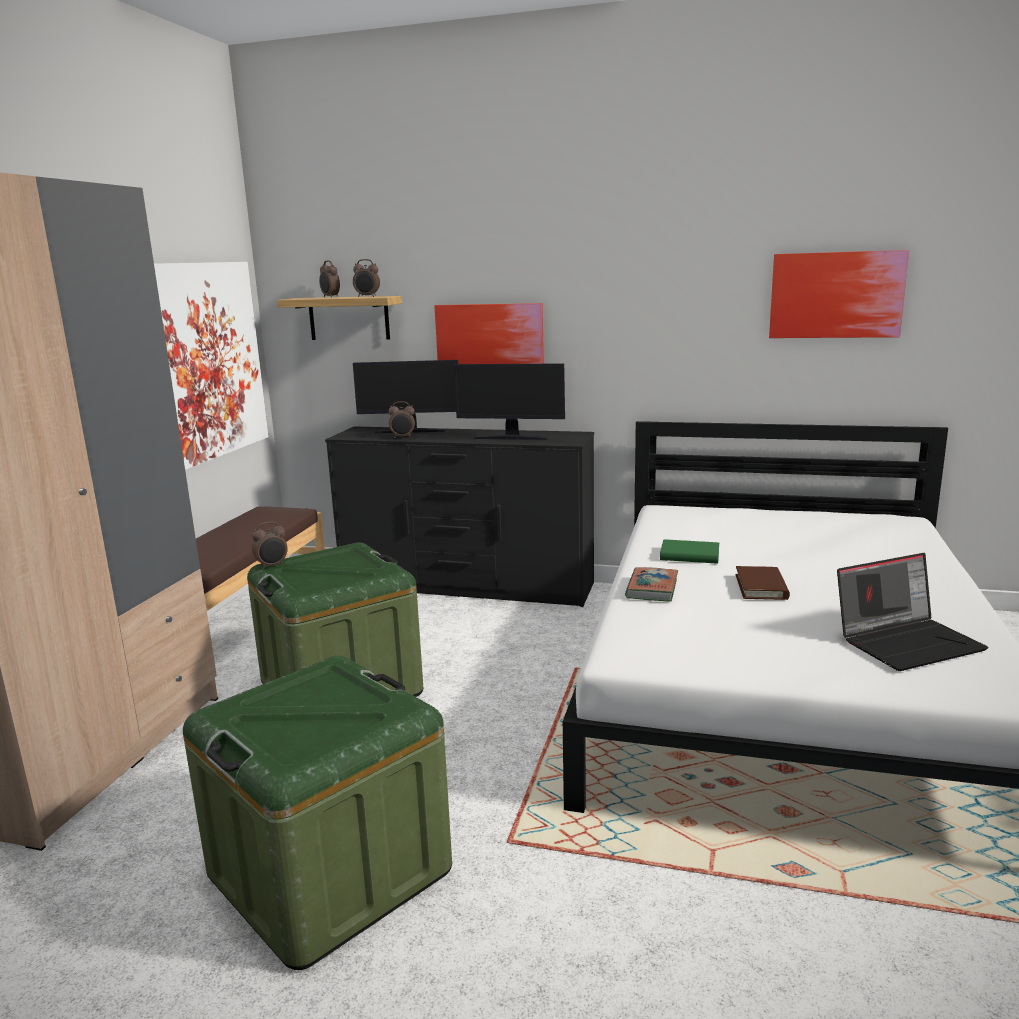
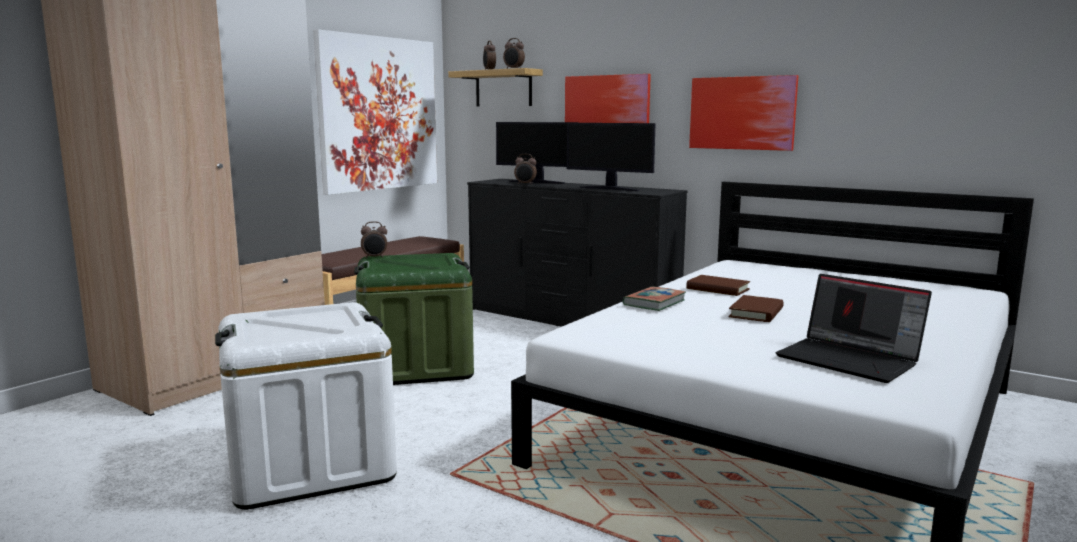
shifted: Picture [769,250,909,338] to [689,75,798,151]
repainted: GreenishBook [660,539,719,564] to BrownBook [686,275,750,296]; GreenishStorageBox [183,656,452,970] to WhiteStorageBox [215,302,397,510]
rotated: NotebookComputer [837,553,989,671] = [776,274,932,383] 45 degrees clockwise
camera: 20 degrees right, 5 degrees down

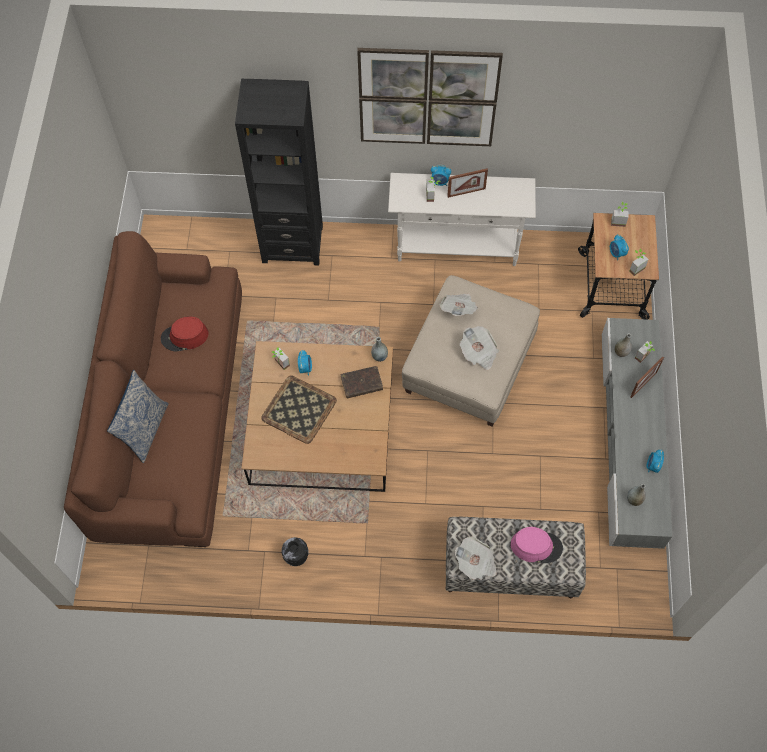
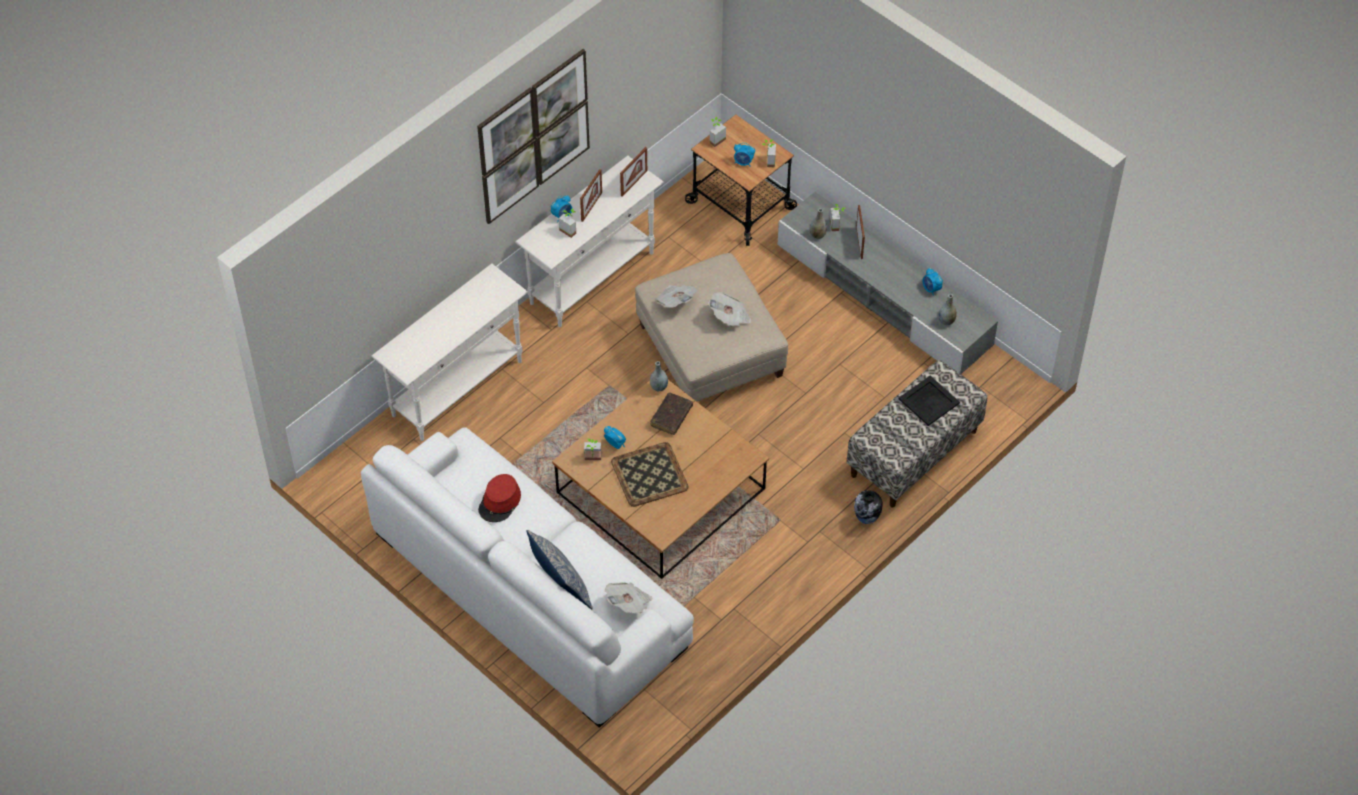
new: PictureFrame [620,147,647,196]
shifted: DecorativeVase [282,537,309,566] to [854,490,883,524]; Newspaper [455,537,497,580] to [605,582,653,613]
swapped: BlackishBookcase [235,79,323,266] to WhiteHallTable [372,263,528,441]; PinkishHat [511,527,563,563] to BlackishServingTray [899,376,960,426]
repainted: BrownSofa [64,231,242,547] to WhiteSofa [361,427,694,728]
camera: 50 degrees left, 10 degrees down

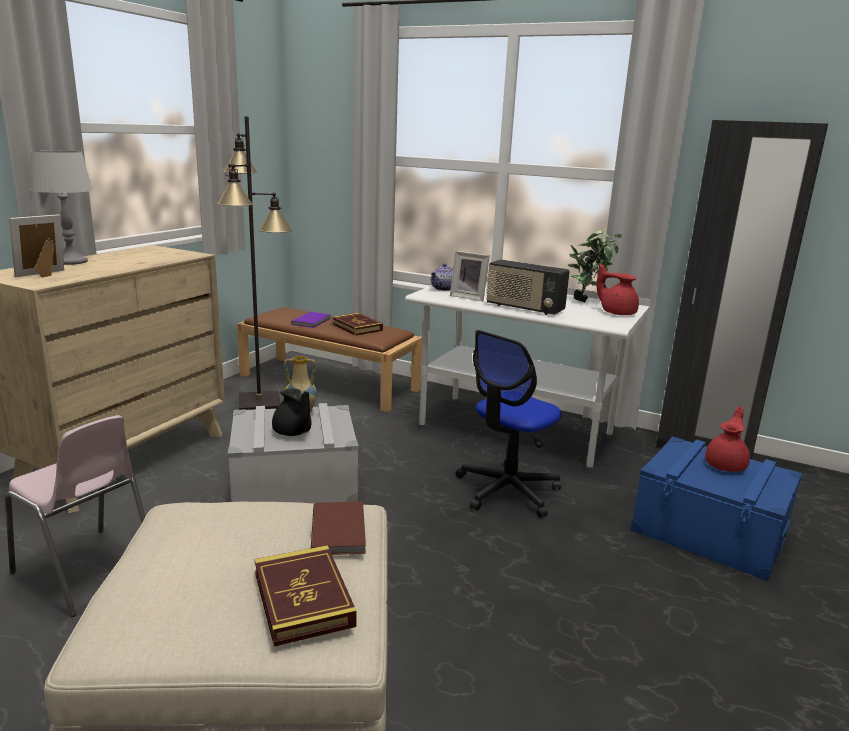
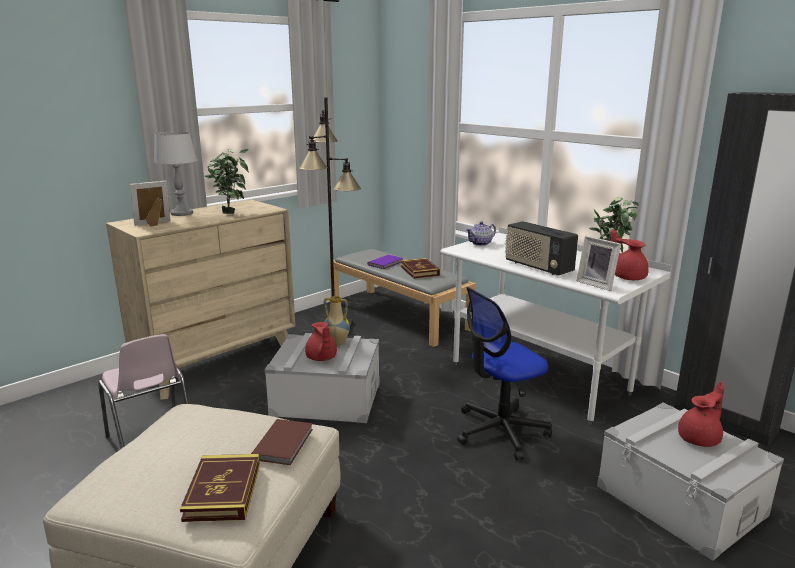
new: PottedPlant [204,149,249,214]
shifted: PictureFrame [450,251,490,301] to [577,236,621,291]
repainted: BrownIndoorBench [237,307,422,412] to GreyIndoorBench [330,249,476,347]; BlackishTeaPot [272,388,311,436] to ReddishTeaPot [305,322,337,361]; BluishStorageBox [630,437,803,582] to GreyStorageBox [597,403,784,561]
camera: 20 degrees right, 0 degrees up

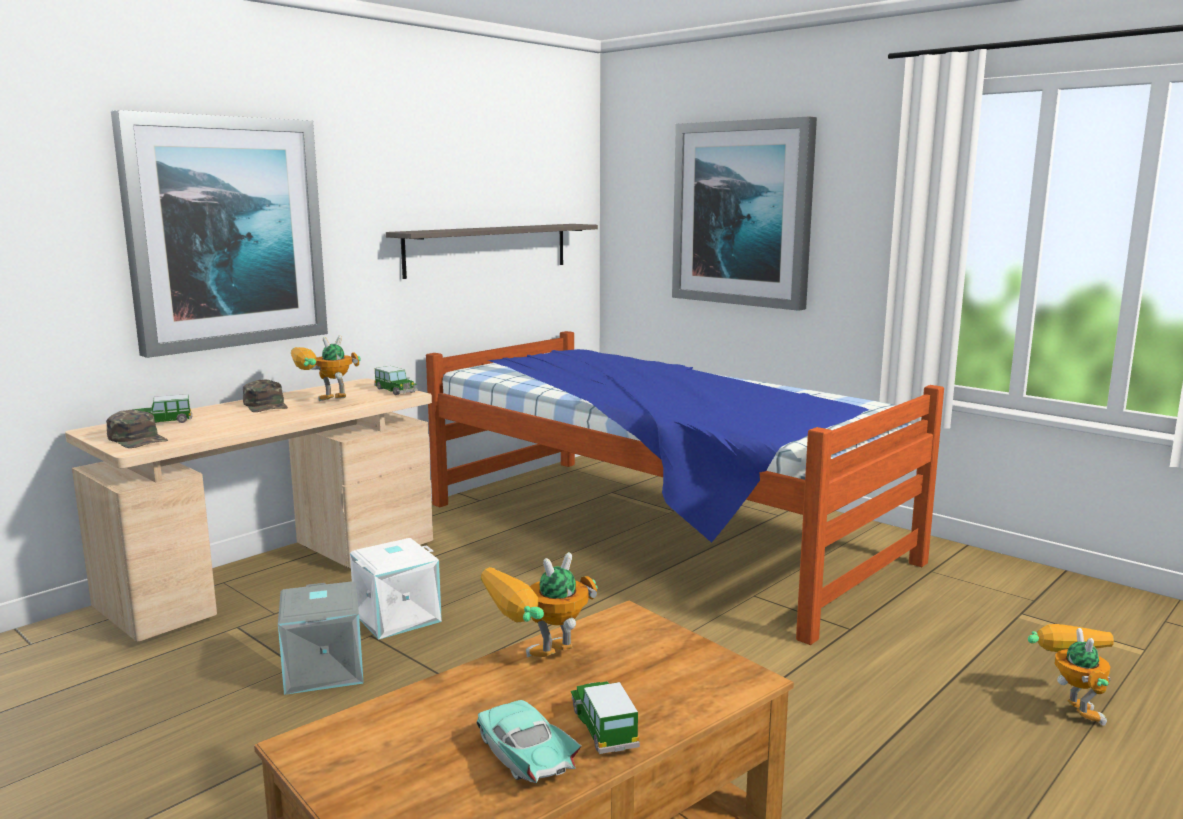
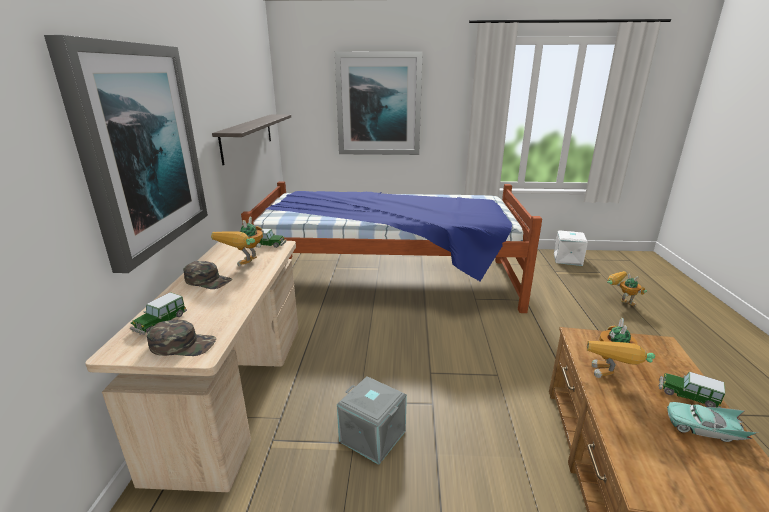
shifted: WhiteStorageBox [350,538,442,640] to [554,231,588,266]
camera: 40 degrees left, 10 degrees up

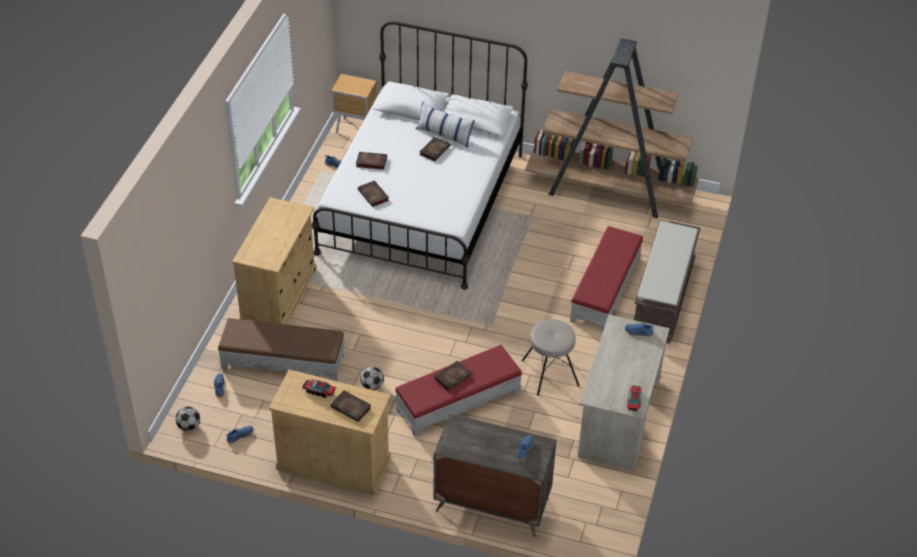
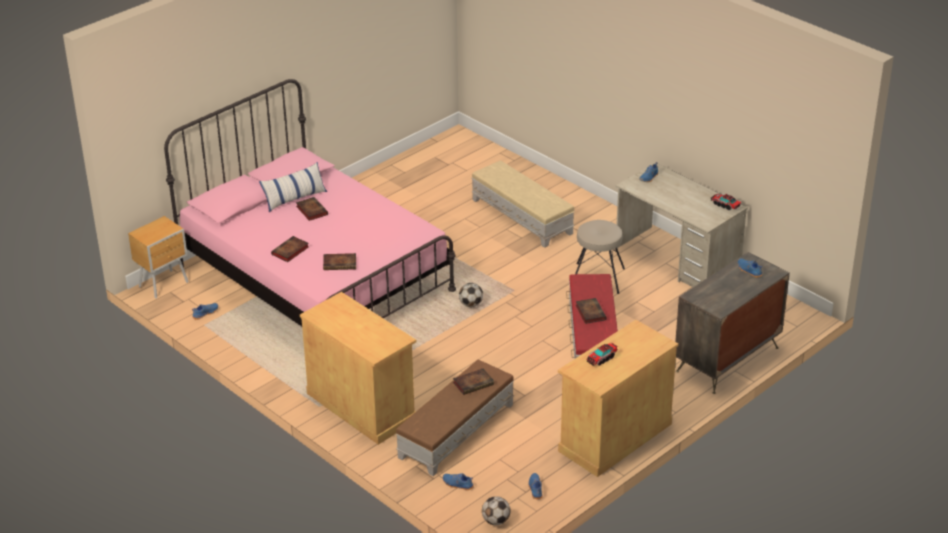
gone: BrownBookcase [525,38,699,218]; BrownIndoorBench [634,220,700,343]
shifted: Football [360,366,384,390] to [459,283,483,307]; Book [330,390,371,422] to [453,369,494,395]
repainted: WhiteBed [312,21,528,290] to PinkishBed [164,79,456,326]; ReddishFootrest [570,226,643,332] to BeigeFootrest [472,160,575,248]
camera: 60 degrees left, 10 degrees down

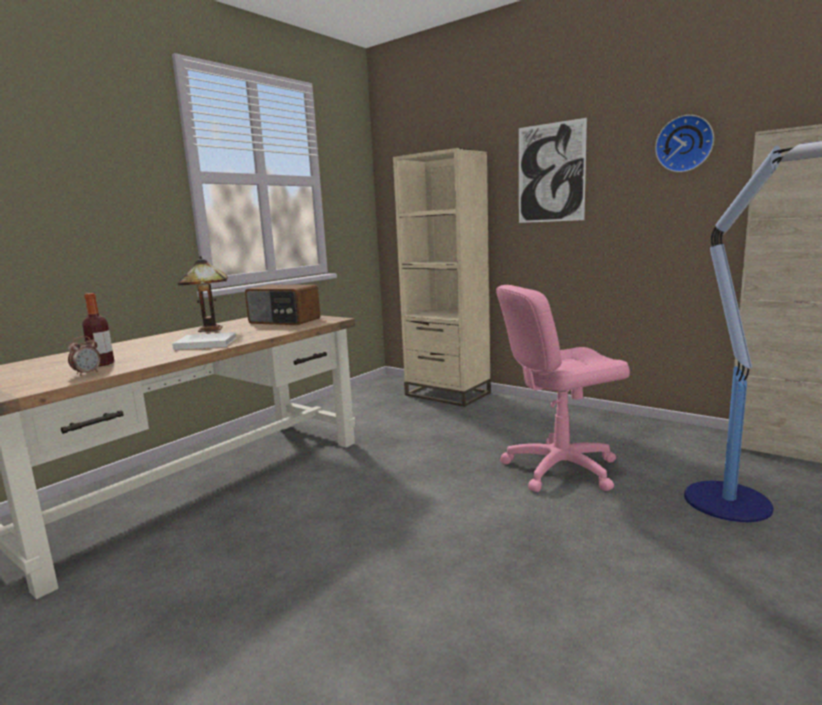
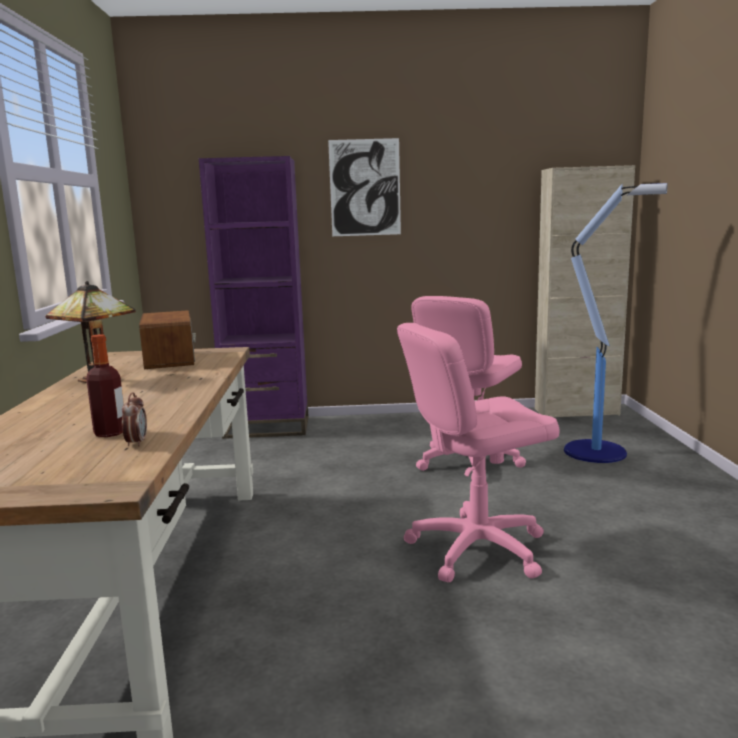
gone: HangingClock [655,115,714,172]; WhiteBook [172,332,237,350]
new: PinkishDeskChair [397,323,559,582]
repainted: BeigeBookcase [393,148,491,407] to PurplishBookcase [199,156,309,439]
rotated: RadioSet [245,284,320,325] = [139,310,196,369] 90 degrees counterclockwise
camera: 40 degrees left, 0 degrees up

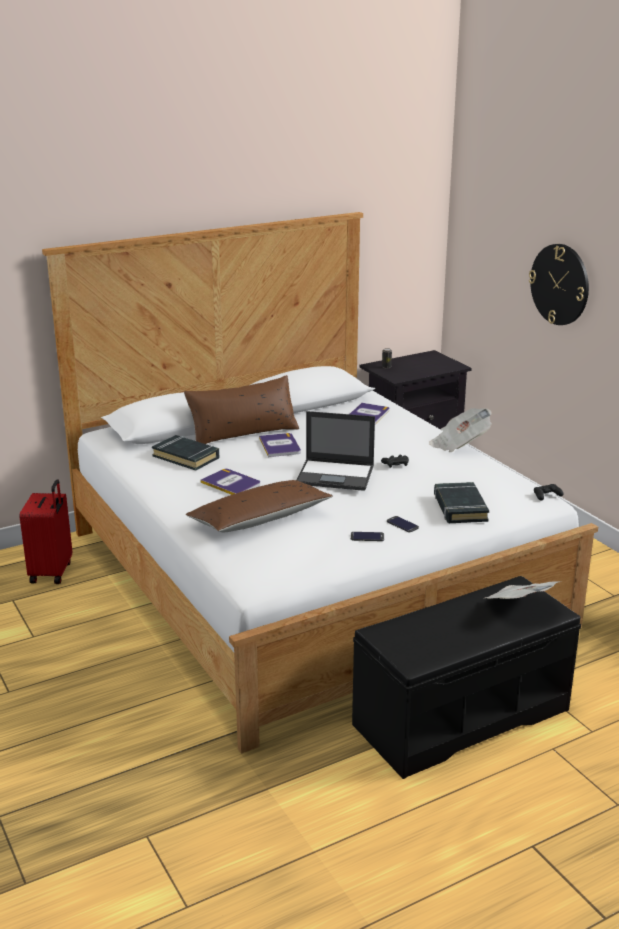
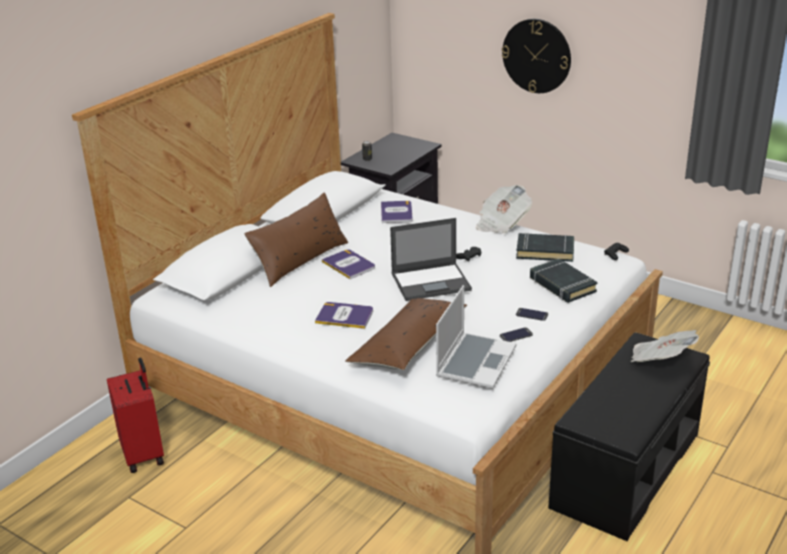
new: NotebookComputer [436,285,516,388]
shifted: BlackishBook [152,435,219,471] to [516,233,574,262]
camera: 25 degrees left, 5 degrees up

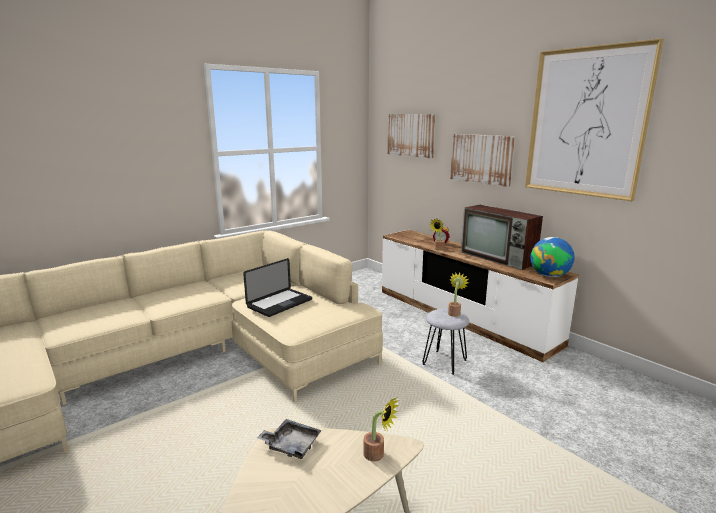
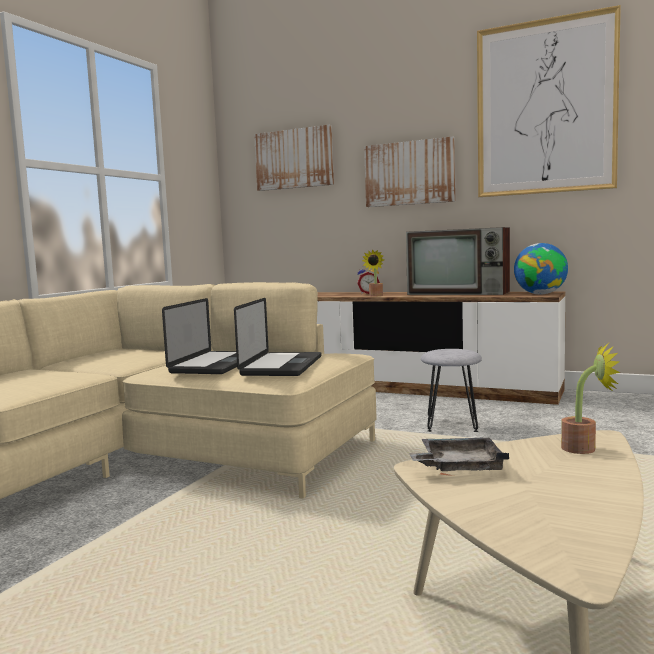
gone: PottedPlant [448,273,469,317]
new: NotebookComputer [234,298,321,376]
camera: 25 degrees left, 10 degrees down

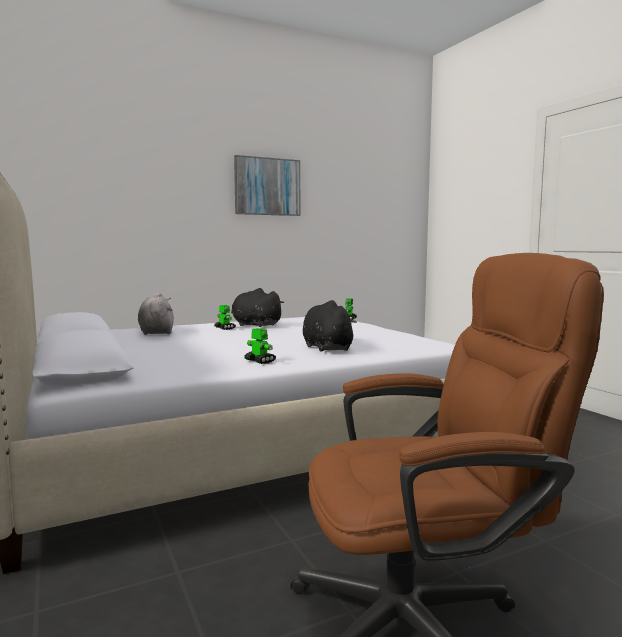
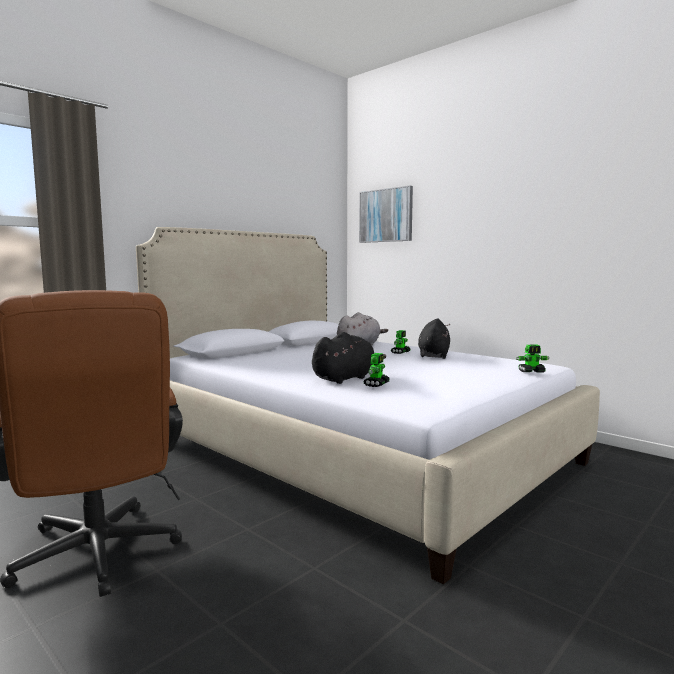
shifted: Picture [234,155,300,216] to [359,186,413,243]; ToyRobot [244,328,276,364] to [363,353,390,387]
camera: 70 degrees right, 0 degrees up

